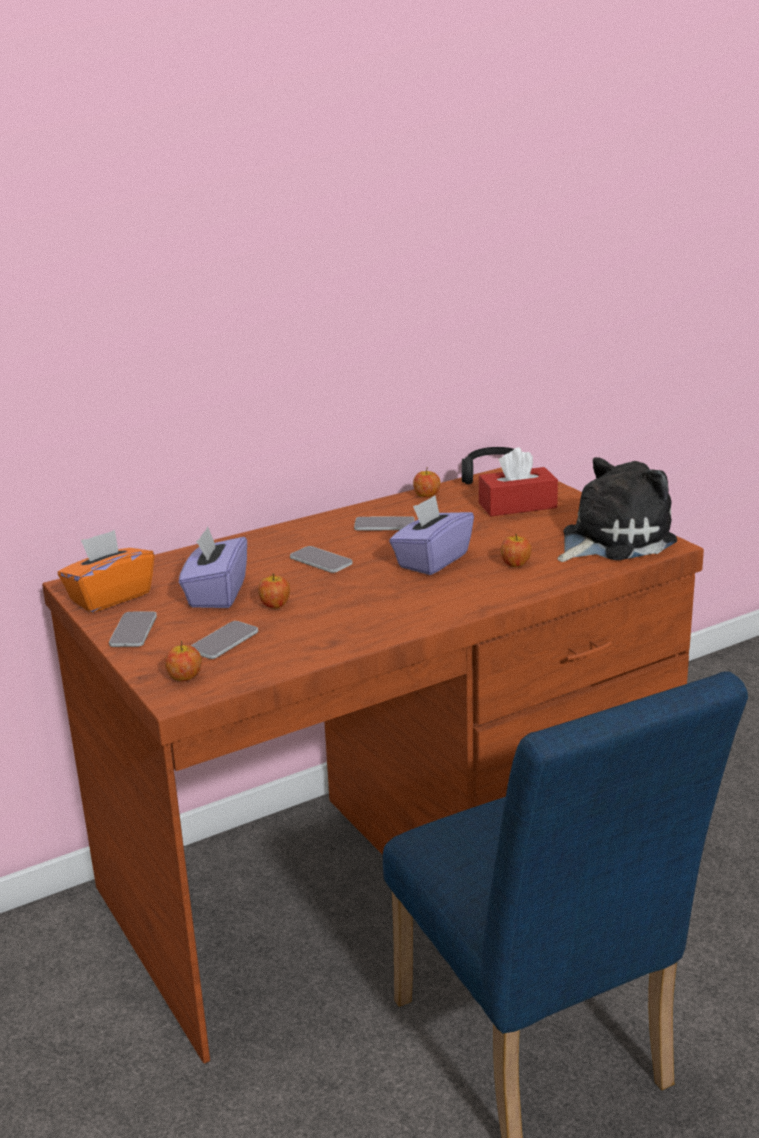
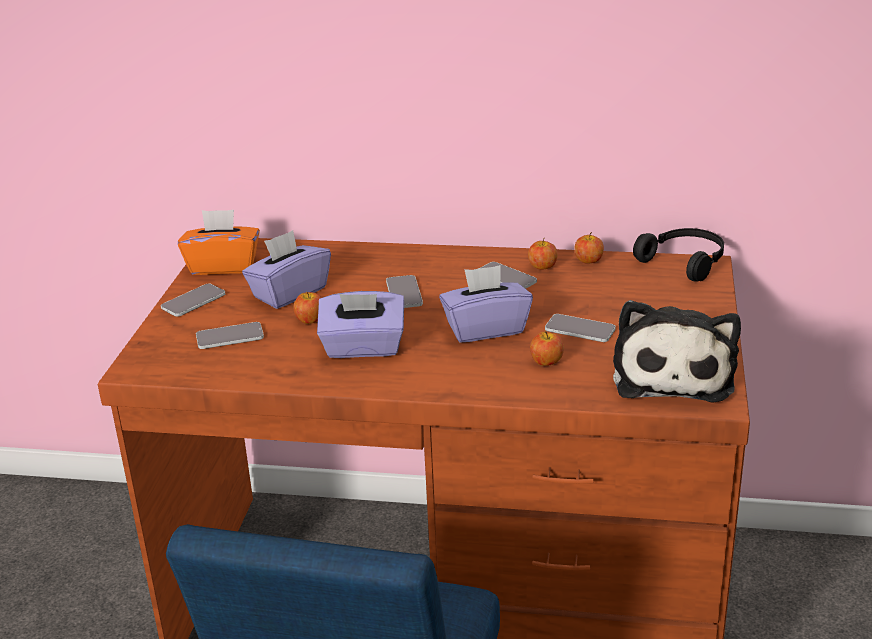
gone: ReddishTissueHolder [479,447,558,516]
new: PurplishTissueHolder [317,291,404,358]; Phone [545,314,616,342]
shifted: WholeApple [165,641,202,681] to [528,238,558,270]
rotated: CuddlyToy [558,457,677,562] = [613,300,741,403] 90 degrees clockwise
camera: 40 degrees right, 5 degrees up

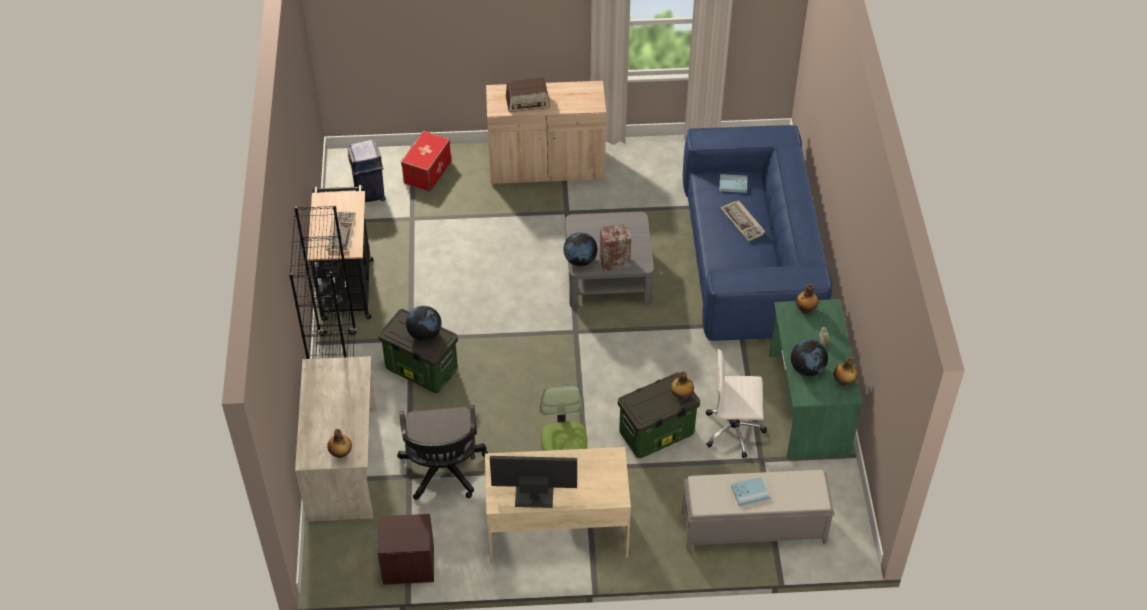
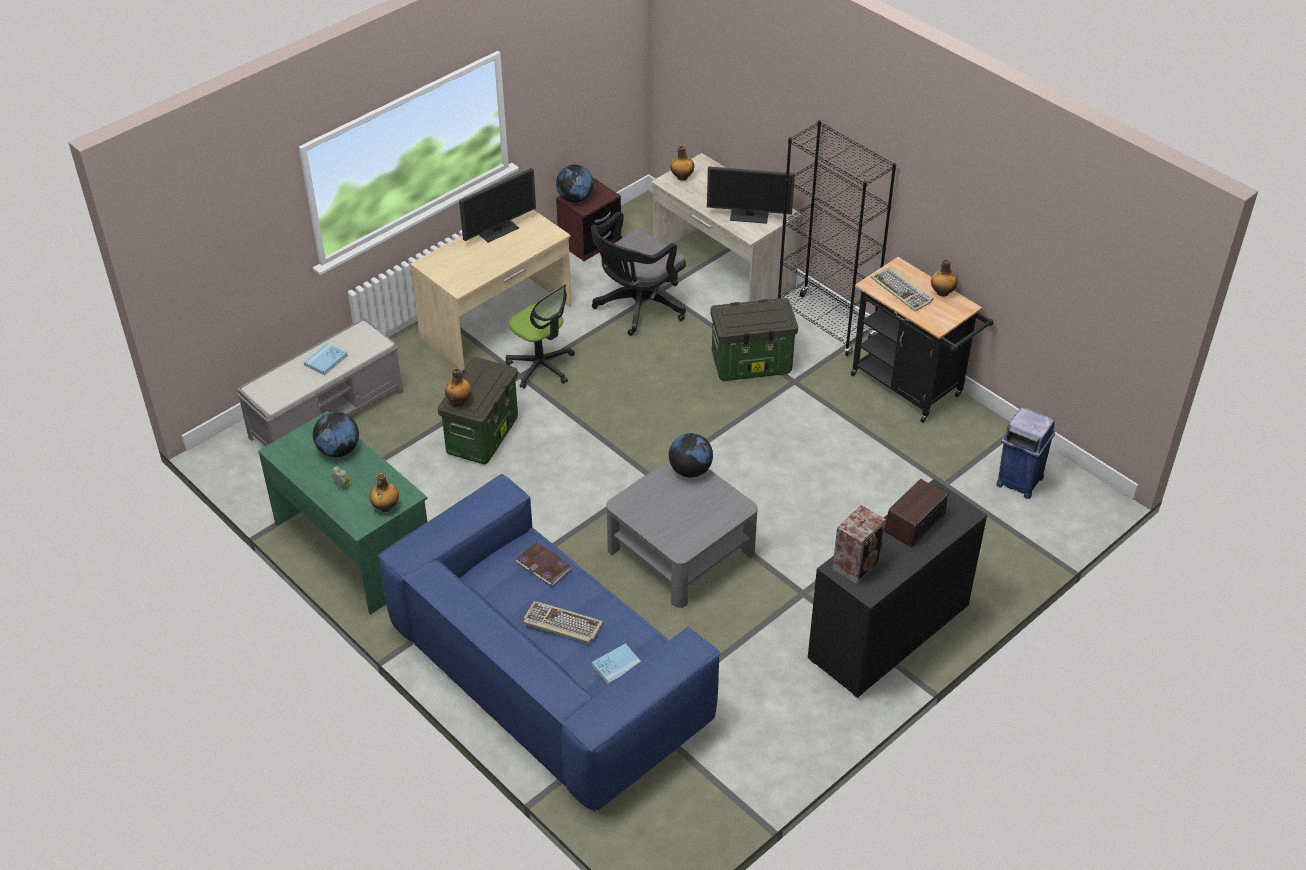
gone: StorageBox [401,131,451,192]; WhiteDeskChair [706,349,767,458]
new: Monitor [707,166,795,224]; Book [516,543,571,586]
shifted: Speaker [600,224,631,271] to [832,505,886,584]; DeskGlobe [406,306,442,341] to [556,165,594,202]; DrinkBottle [834,357,857,386] to [931,259,958,297]
repainted: BeigeCupboard [486,81,606,184] to BlackishCupboard [808,479,987,698]
rotated: BlackishDeskChair [397,405,488,500] = [591,211,686,336] 90 degrees counterclockwise
camera: 140 degrees right, 5 degrees down

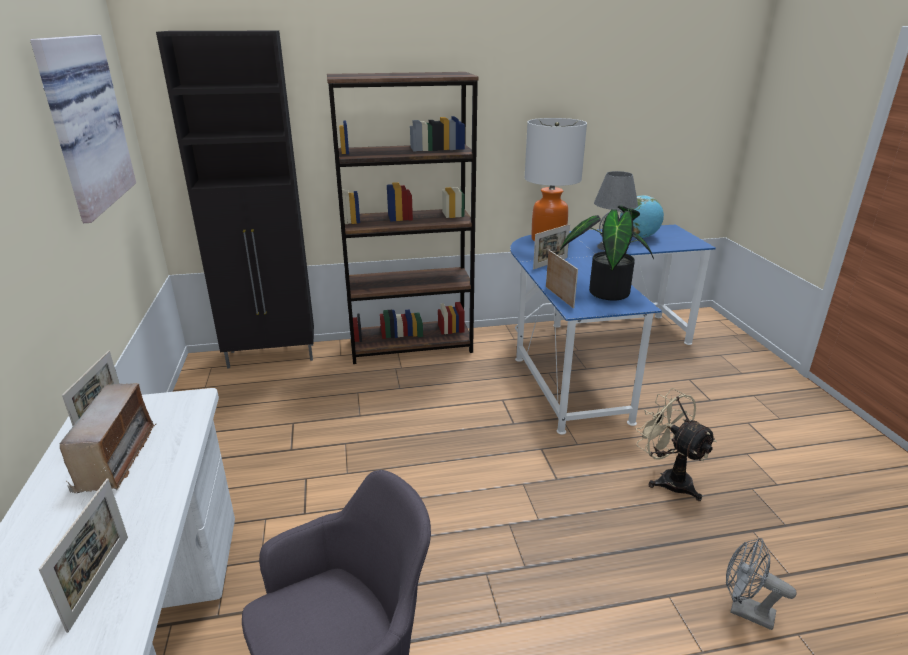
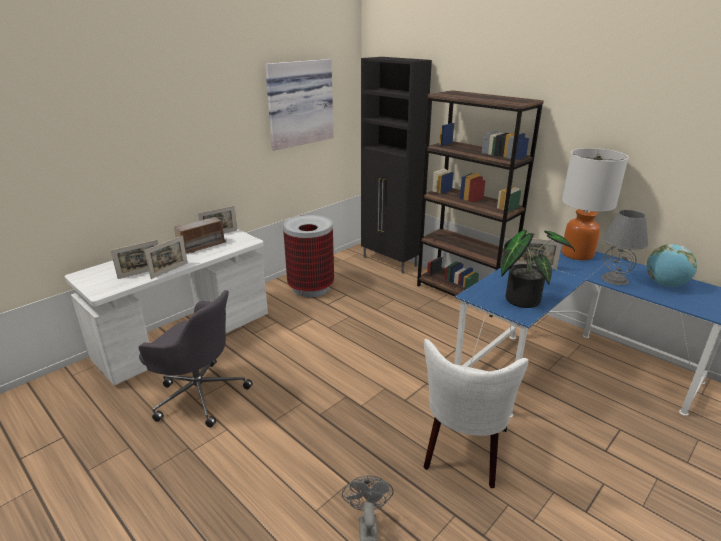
new: TrashCan [283,215,334,297]
shifted: PictureFrame [546,250,578,309] to [144,236,188,279]
swapped: BeigeFan [636,388,717,501] to WhiteUprightChair [423,339,528,488]
camera: 55 degrees right, 0 degrees up

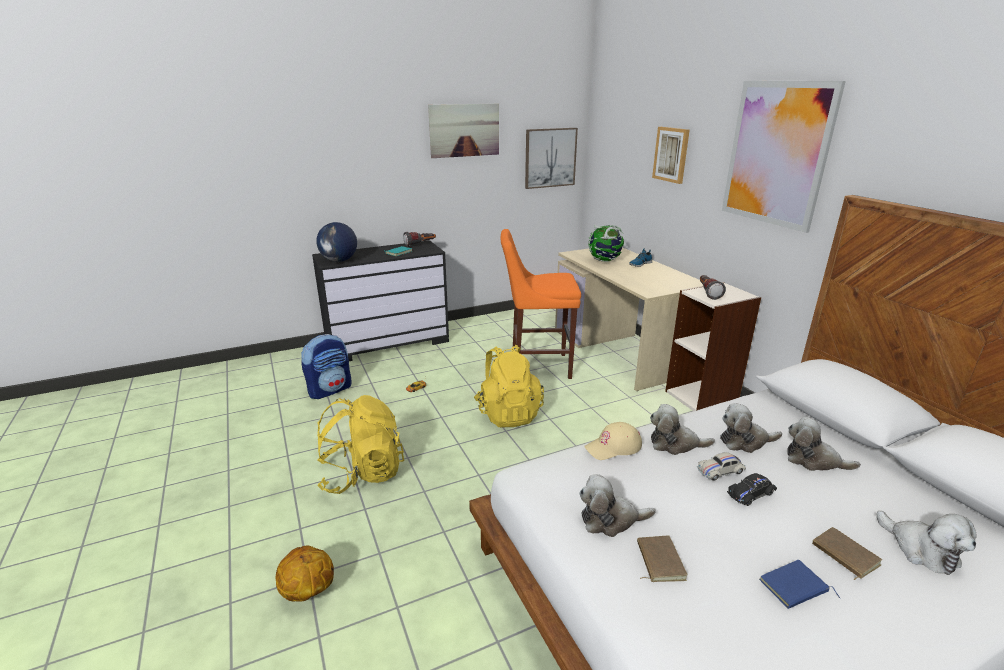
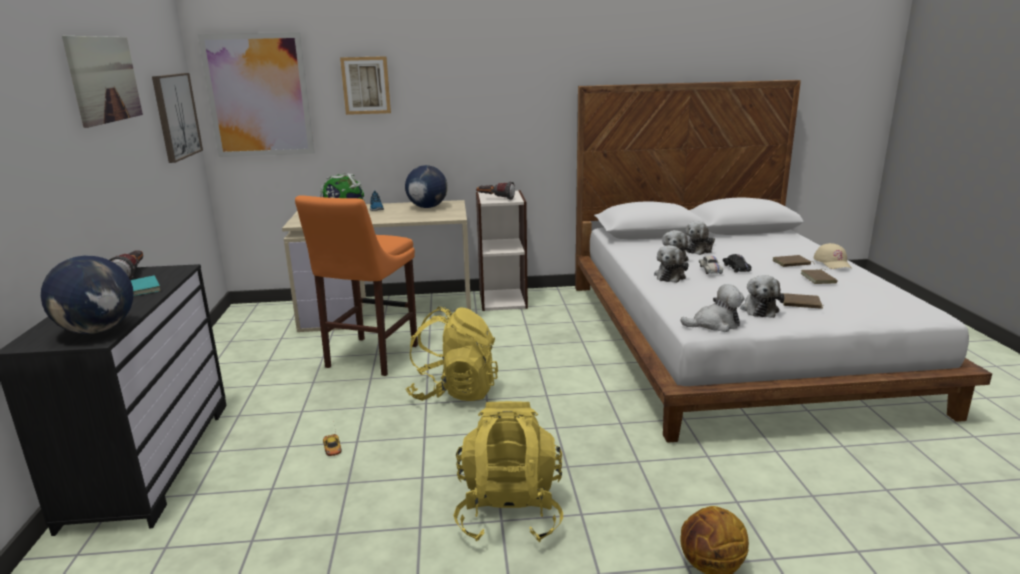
gone: Rucksack [301,334,351,399]
new: DeskGlobe [405,165,448,208]
shifted: Picture [722,81,846,233] to [198,32,315,157]; BeigePeakedCap [584,422,642,460] to [814,243,851,269]; CuddlyToy [877,511,977,575] to [680,284,745,332]
repainted: BluishBook [759,560,840,609] to BrownBook [801,269,838,284]
camera: 70 degrees left, 5 degrees down

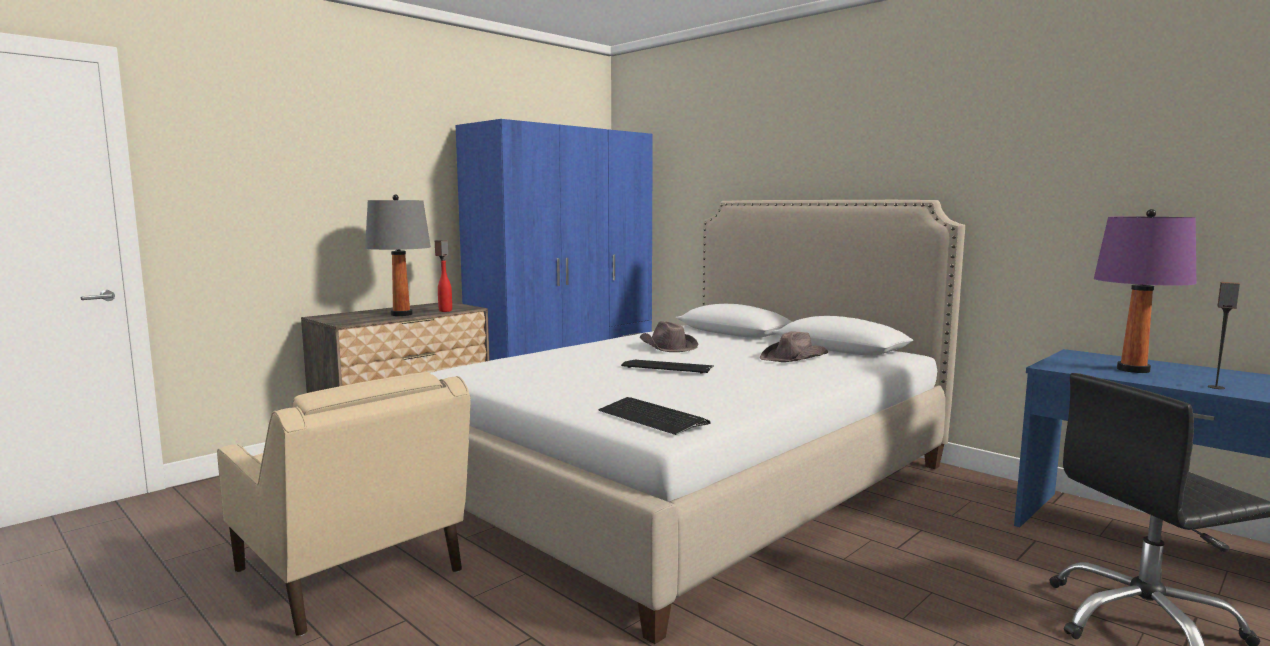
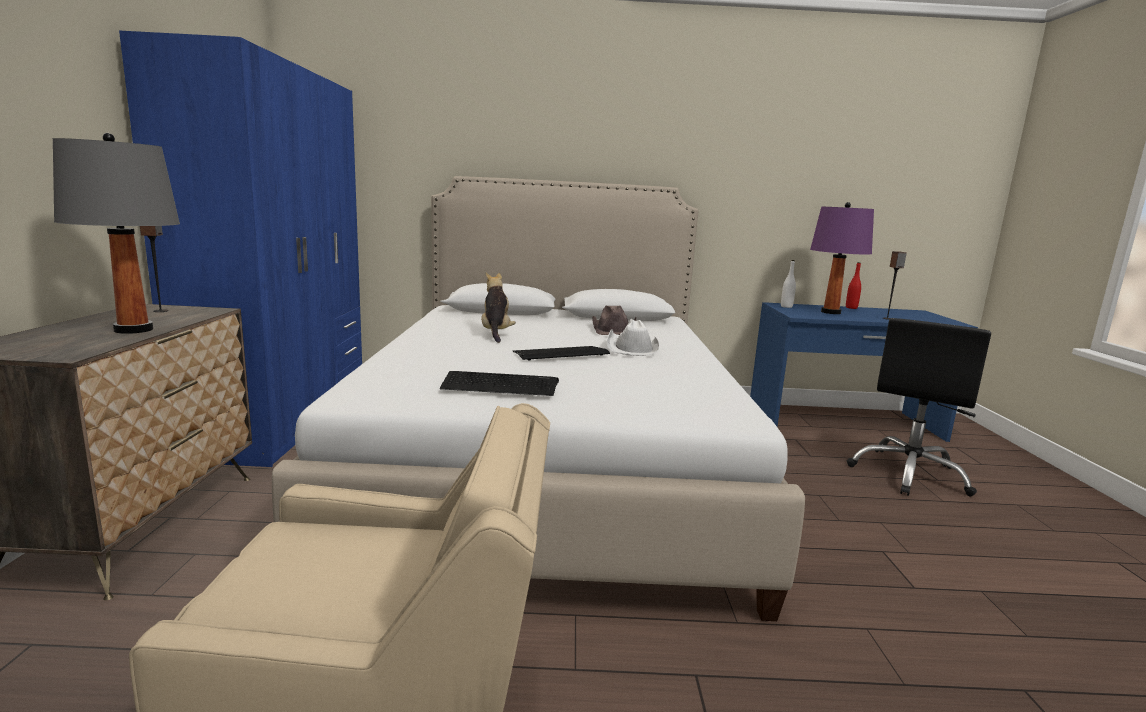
new: WhiteDrinkBottle [781,260,796,308]; WhiteHat [607,319,659,356]
shifted: ReddishDrinkBottle [438,259,452,312] to [846,262,861,309]; PcKeyboard [598,397,711,435] to [440,371,559,396]
swapped: BrownHat [639,321,698,352] to CuddlyToy [481,273,516,343]
camera: 45 degrees left, 5 degrees up

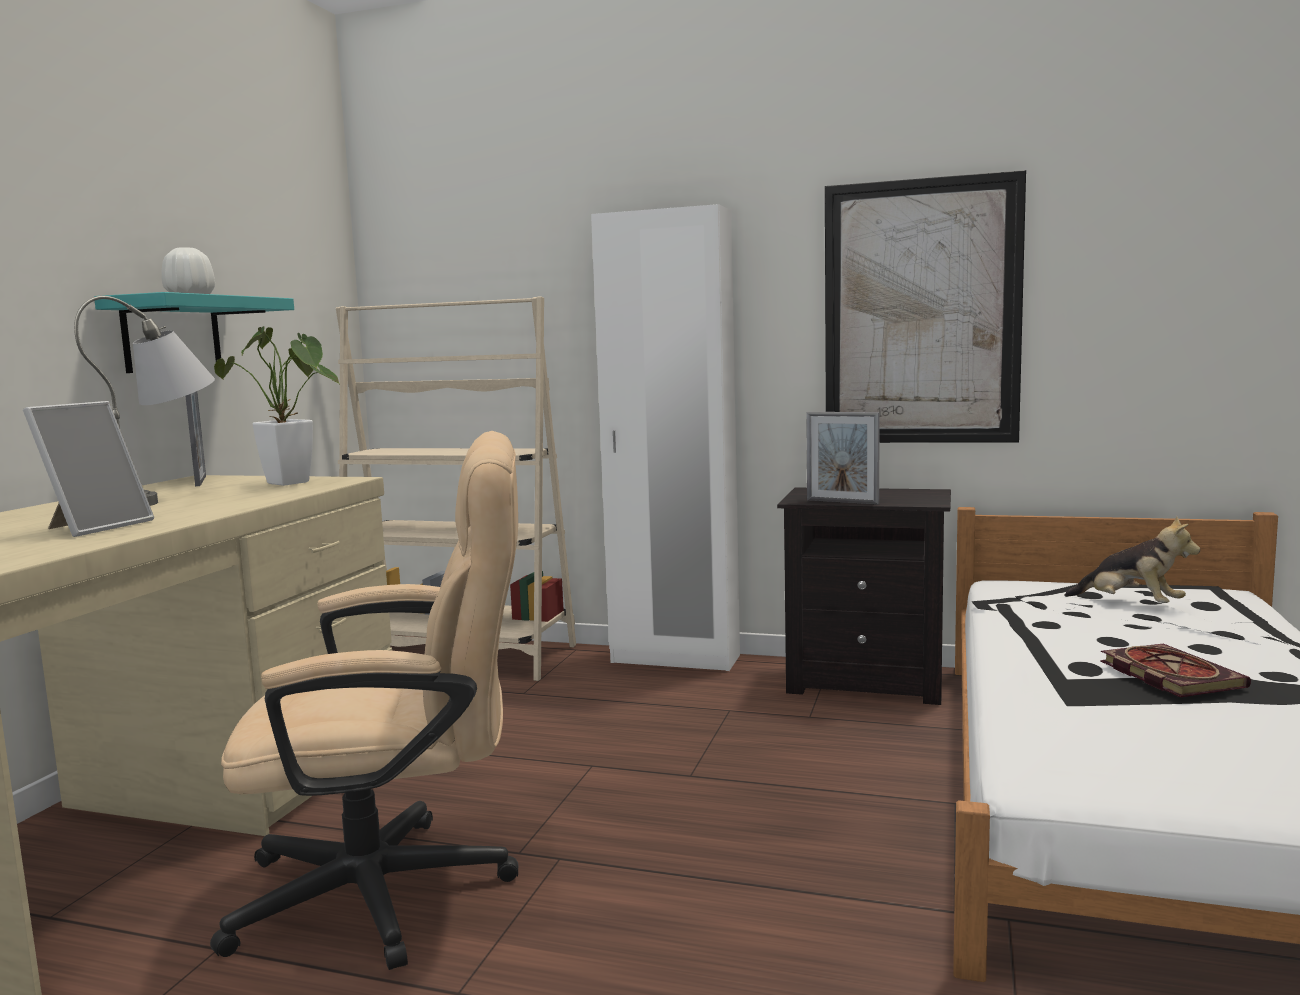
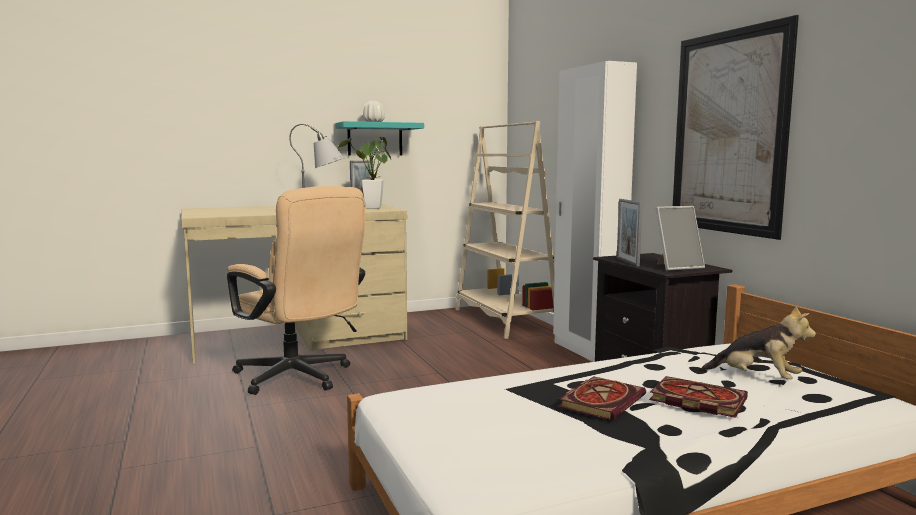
new: Book [649,376,748,418]
shifted: PictureFrame [23,401,154,537] to [655,206,705,271]
rotated: CuddlyToy [1064,516,1200,603] = [701,305,816,379] 60 degrees counterclockwise
camera: 50 degrees right, 0 degrees up

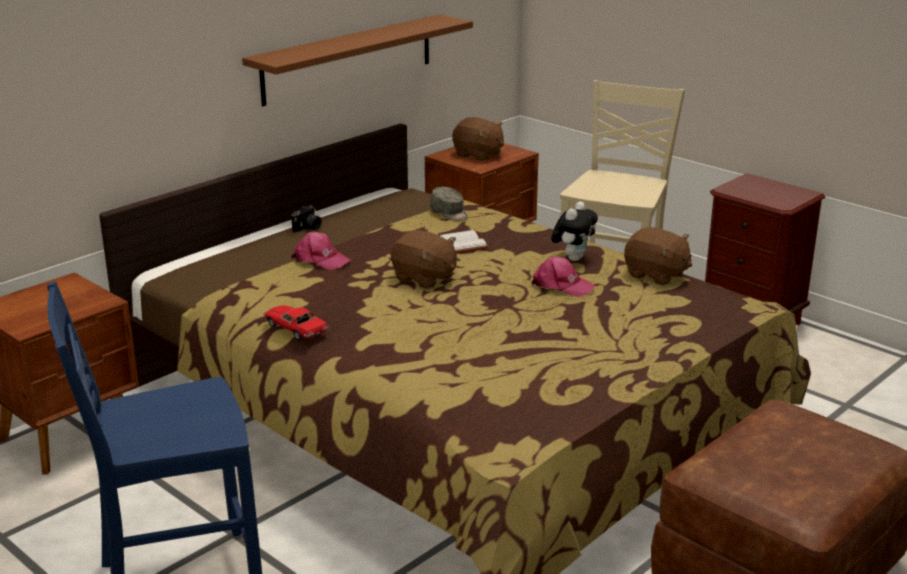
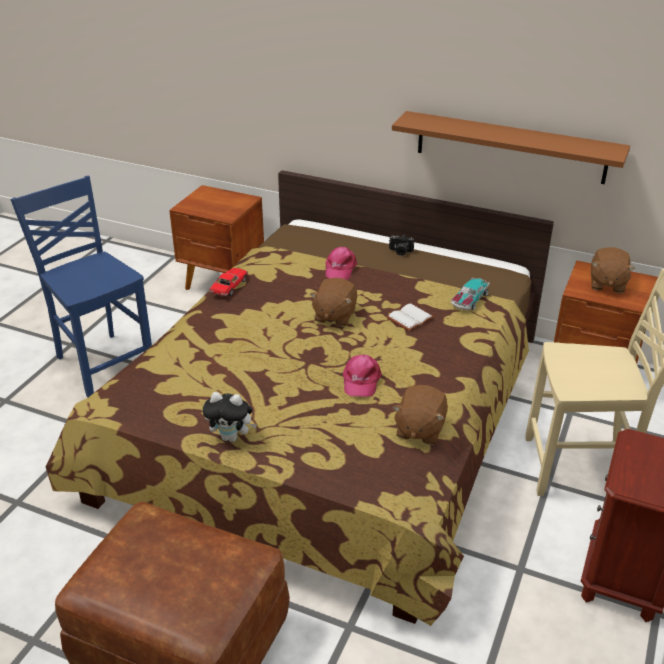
shifted: CuddlyToy [551,201,598,261] to [203,392,257,442]
swapped: GreyPeakedCap [430,187,468,221] to MiniatureCar [451,277,490,310]
camera: 70 degrees right, 10 degrees up

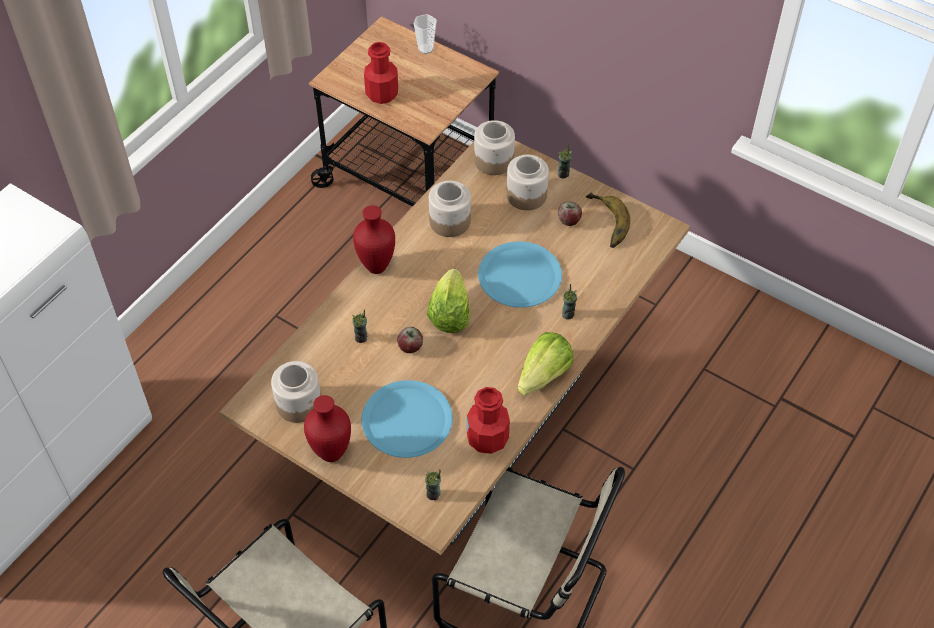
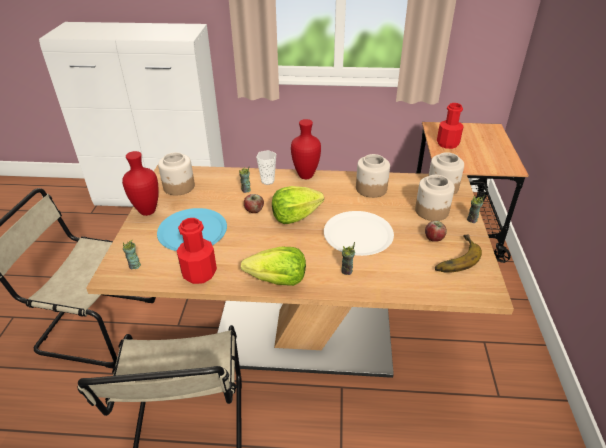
shifted: SmallCup [414,14,437,54] to [256,150,276,185]
repainted: BluishFlatDish [478,241,562,308] to WhiteFlatDish [324,211,394,256]
camera: 60 degrees right, 15 degrees down

